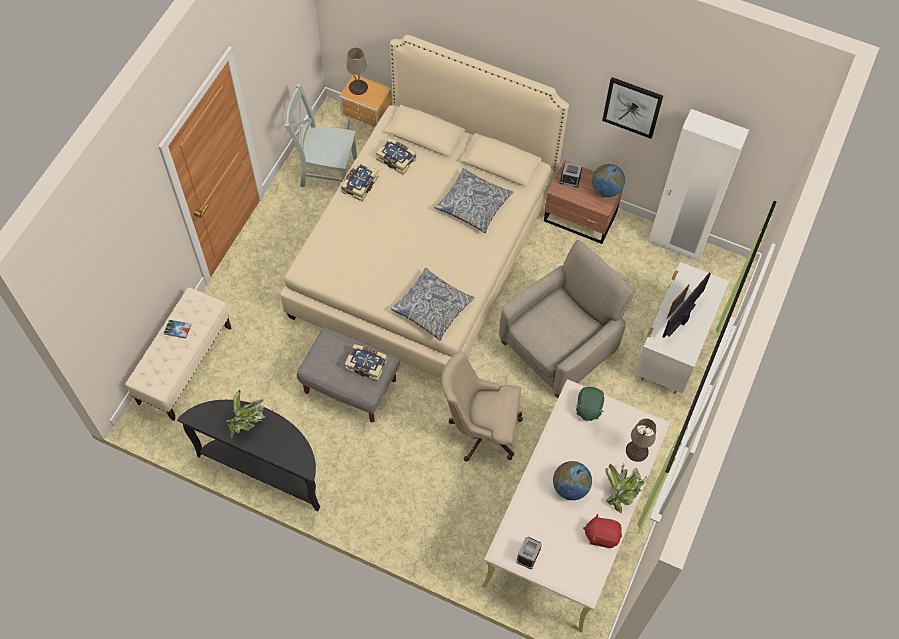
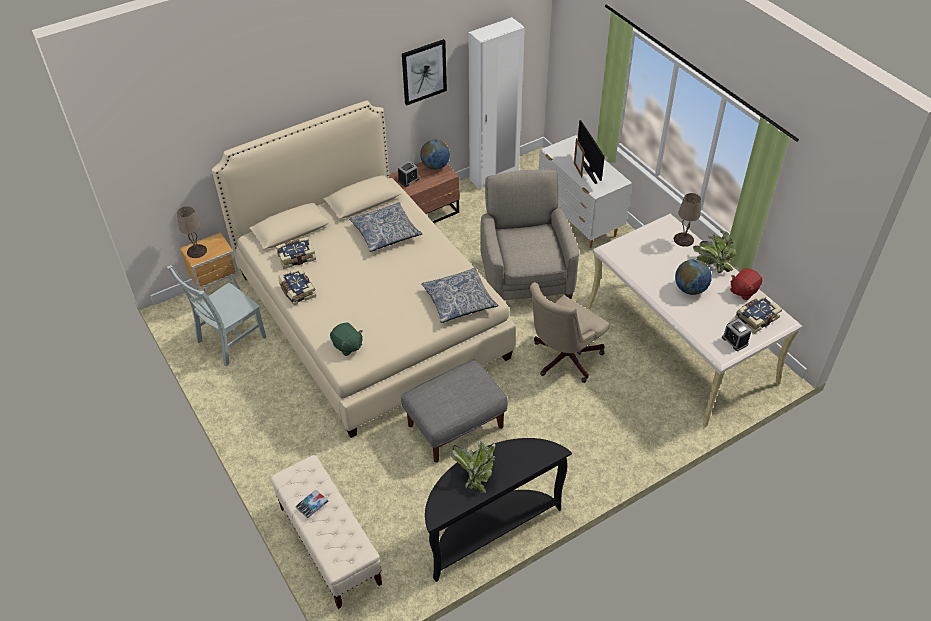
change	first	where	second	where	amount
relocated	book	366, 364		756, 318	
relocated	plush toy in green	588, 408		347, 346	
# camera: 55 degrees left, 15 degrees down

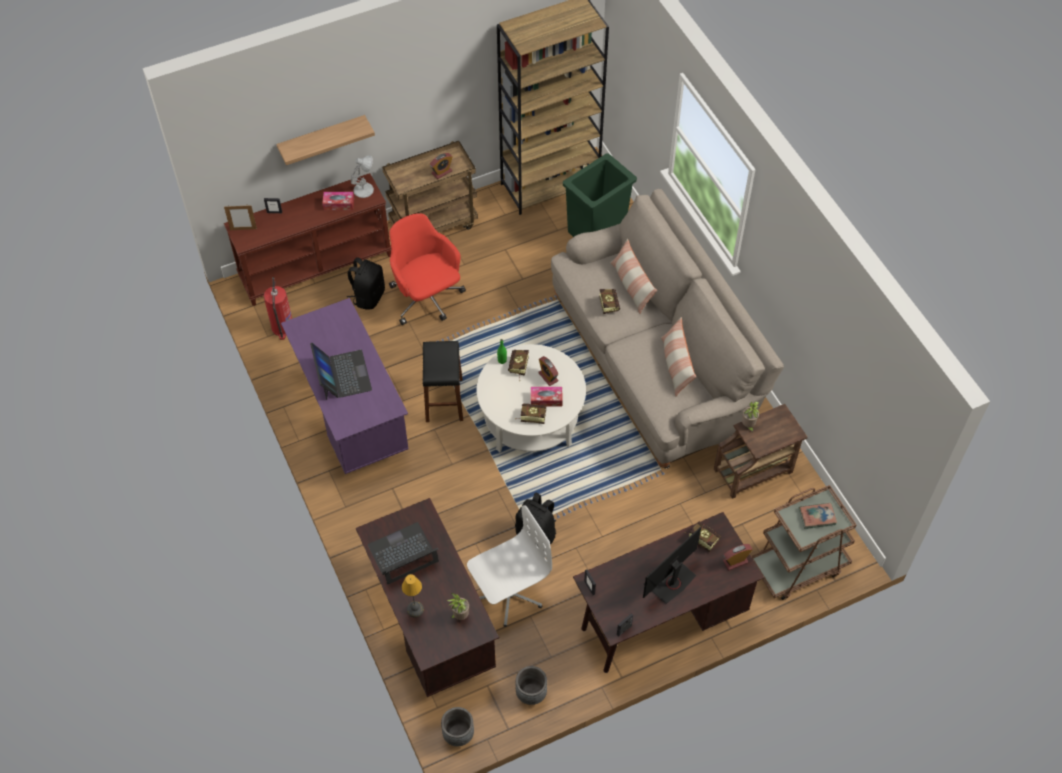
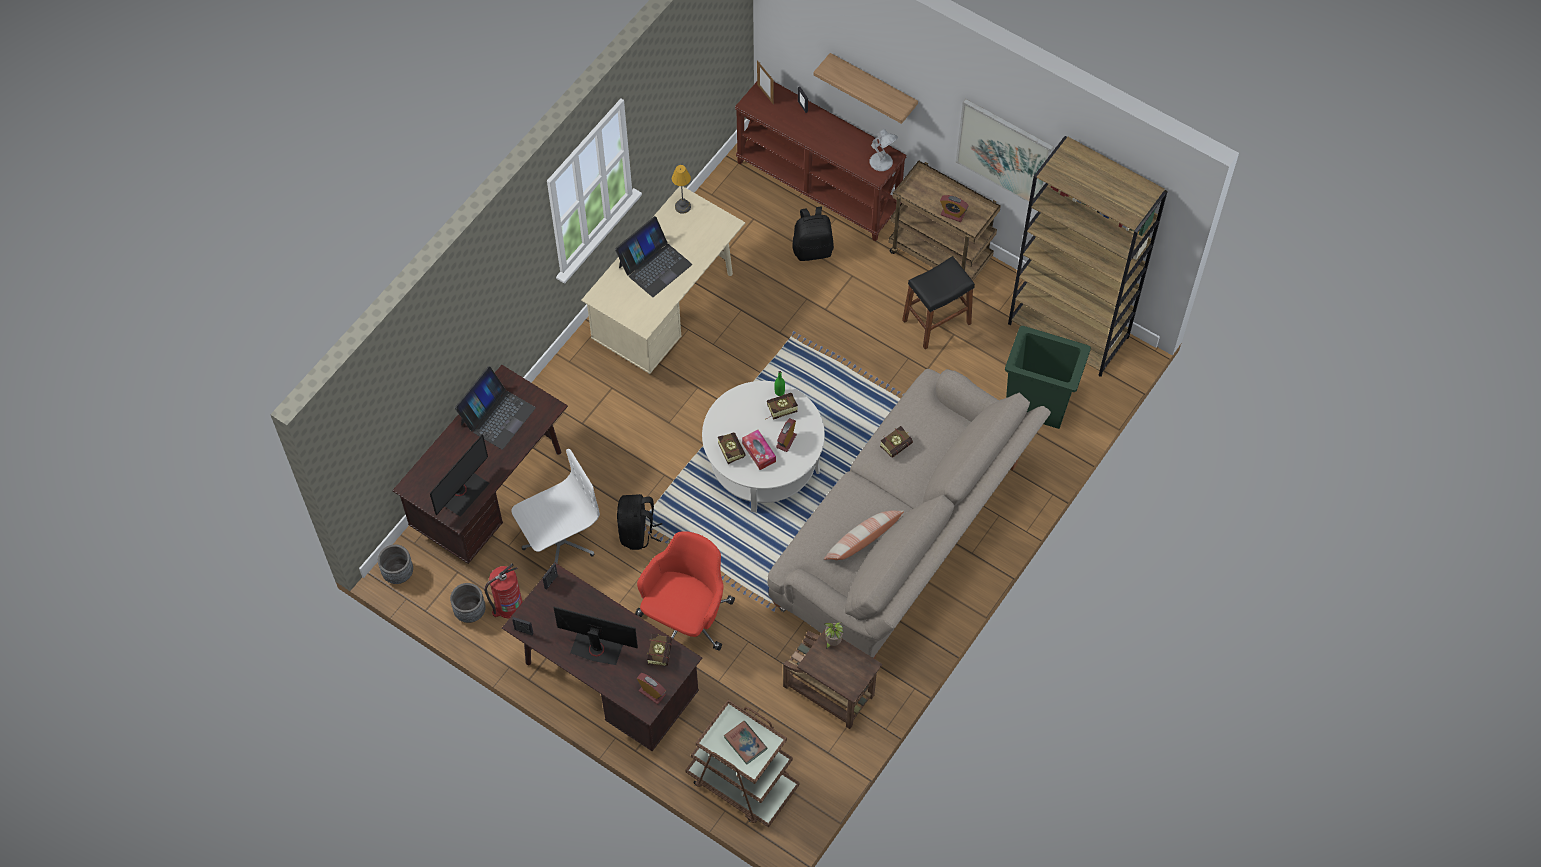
change	first	where	second	where	amount
missing	tissue holder	338, 204			
relocated	desk chair in red	426, 298		686, 618	
missing	pillow	631, 285			
relocated	extinguisher	282, 328		508, 606	
colour	desk table in purple	352, 417	desk table in beige-coloured	667, 313	
relocated	stool in black-coloured	444, 400		936, 322	
spun	desk chair in white-coloured	508, 594		559, 541	60 degrees counterclockwise
spun	portable computer	403, 554		497, 415	90 degrees clockwise
relocated	tabletop lamp	415, 609		683, 206	
exchanged	potted plant	460, 615	computer screen	462, 492	
appeared			wall art	1004, 152	
# camera: 60 degrees right, 5 degrees up

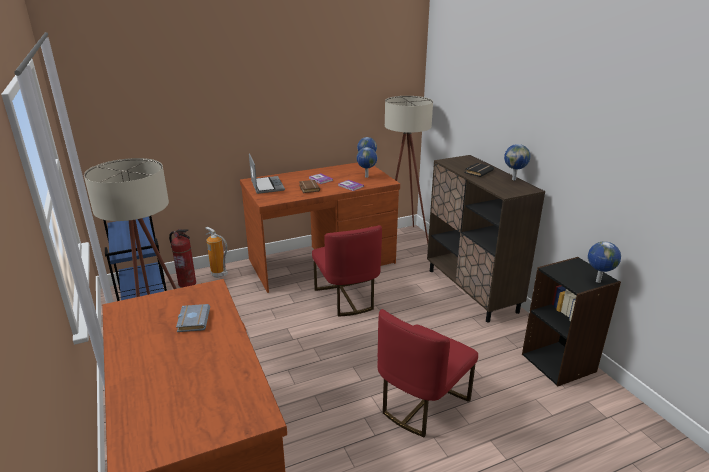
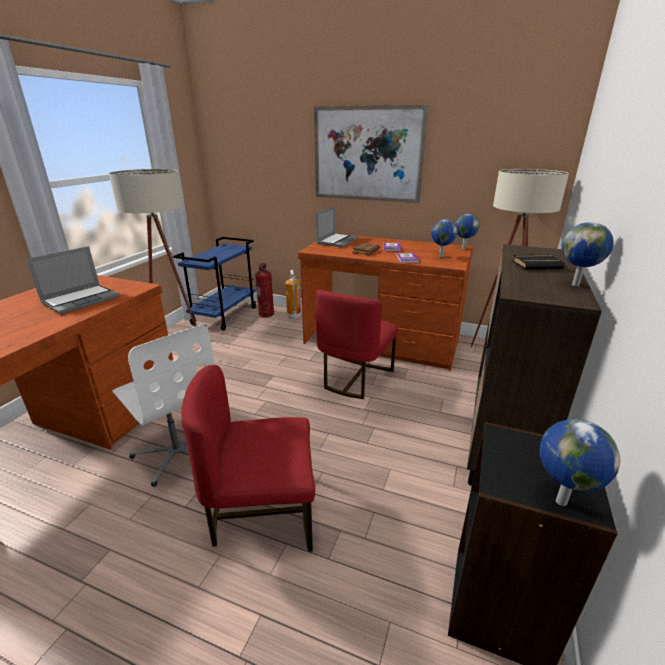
change	first	where	second	where	amount
exchanged	book in gray	192, 320	portable computer	81, 300	
appeared			wall art	367, 154	
appeared			desk chair in white-coloured	178, 452	
# camera: 45 degrees right, 0 degrees up

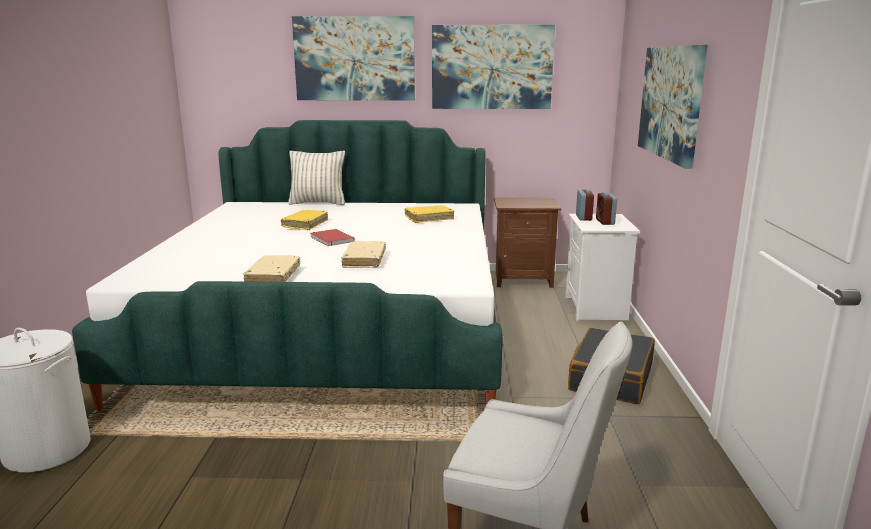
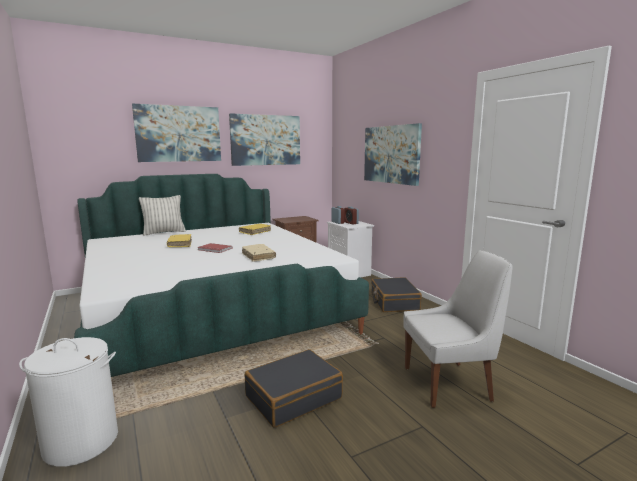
change	first	where	second	where	amount
missing	book in beige-coloured	273, 277			
appeared			travel case in black-coloured	293, 397	
# camera: 30 degrees left, 5 degrees down

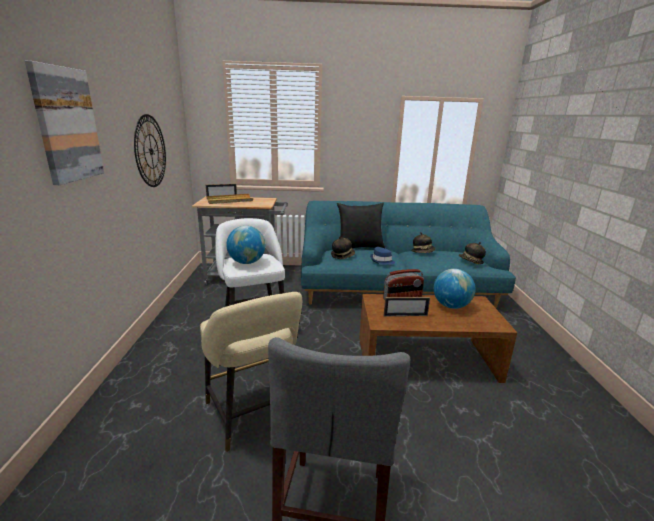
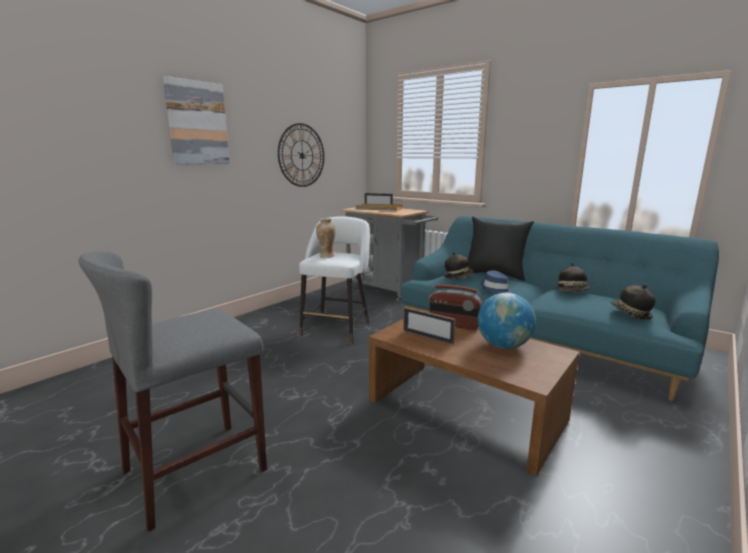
change	first	where	second	where	amount
exchanged	desk globe	247, 262	flower vase	327, 256	
missing	stool in beige-coloured	254, 416			
# camera: 40 degrees right, 5 degrees down

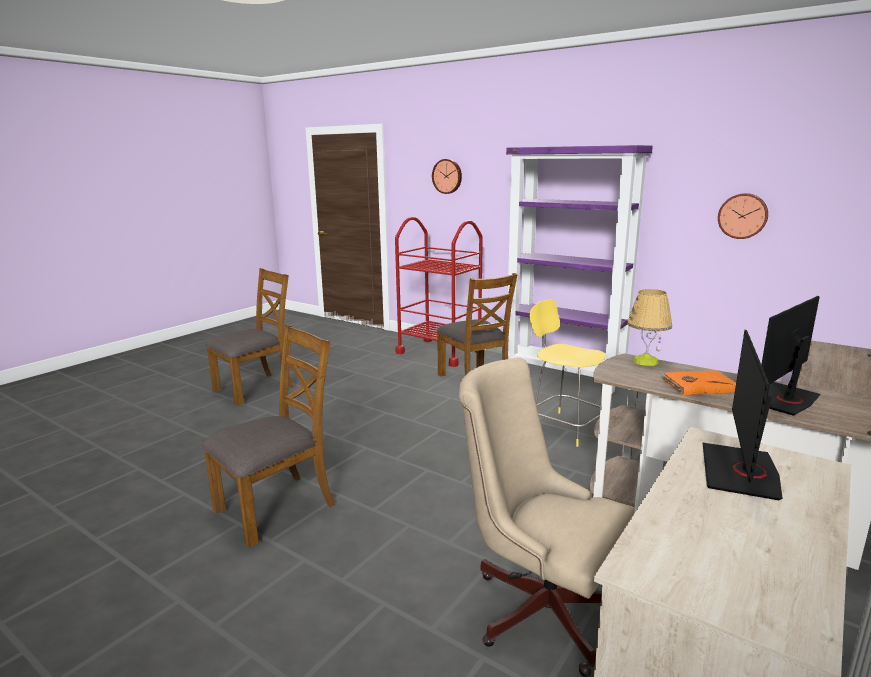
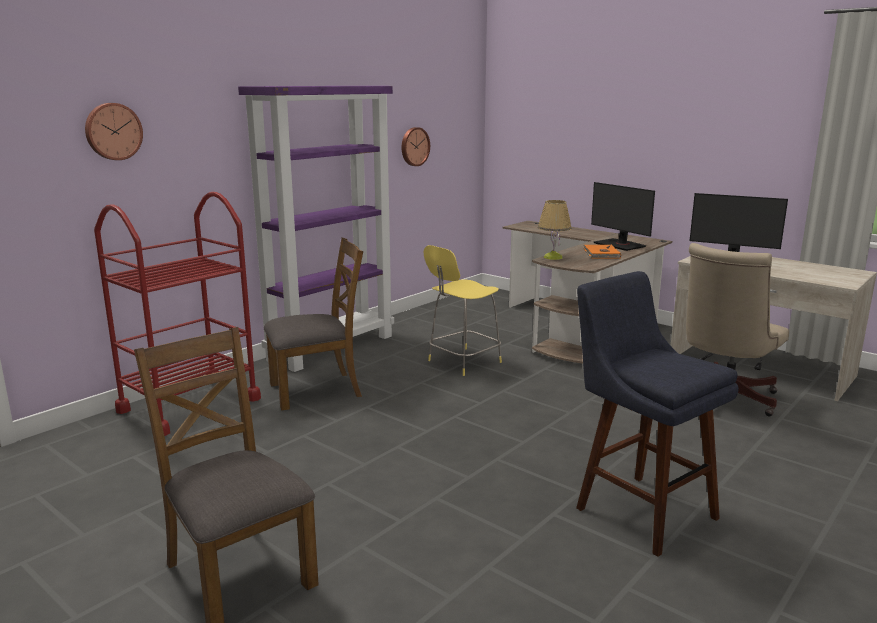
change	first	where	second	where	amount
exchanged	upright chair in brownish	276, 507	stool in blue	639, 509	
# camera: 85 degrees left, 0 degrees up

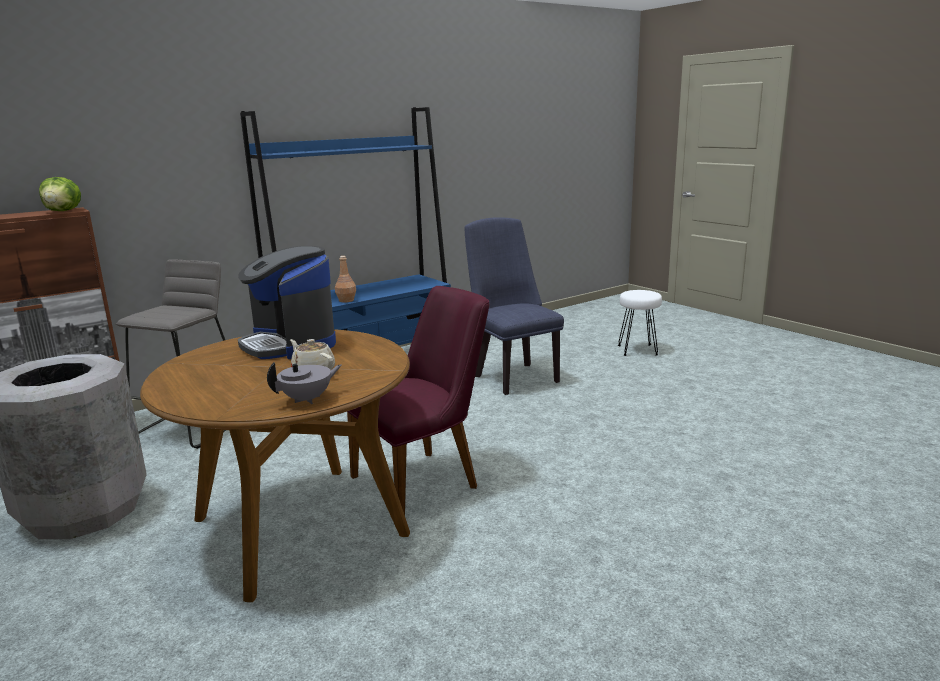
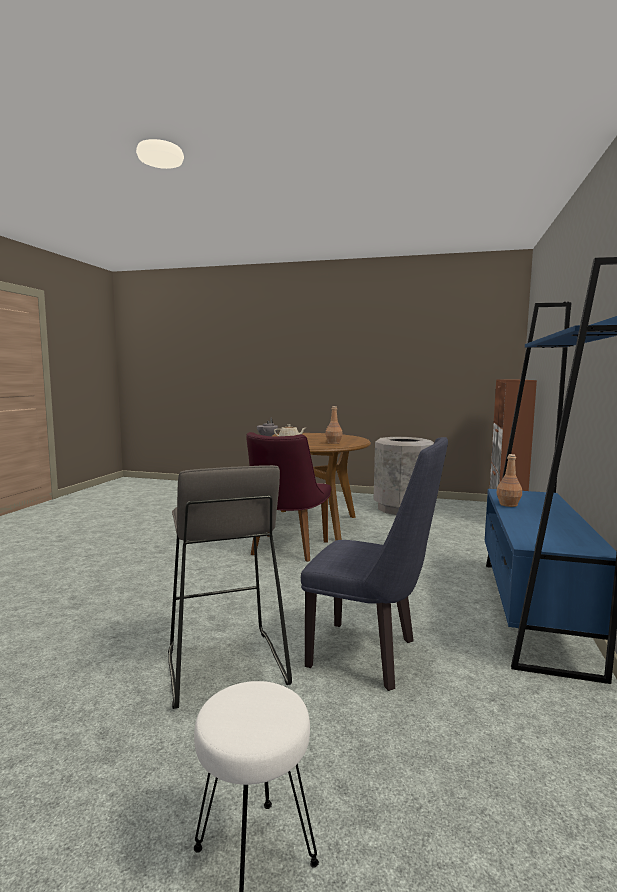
change	first	where	second	where	amount
missing	lettuce head	63, 211			
exchanged	coffee maker	289, 344	bottle in brownish	333, 443	
relocated	stool in gray	192, 427		224, 667	
# camera: 140 degrees right, 10 degrees down

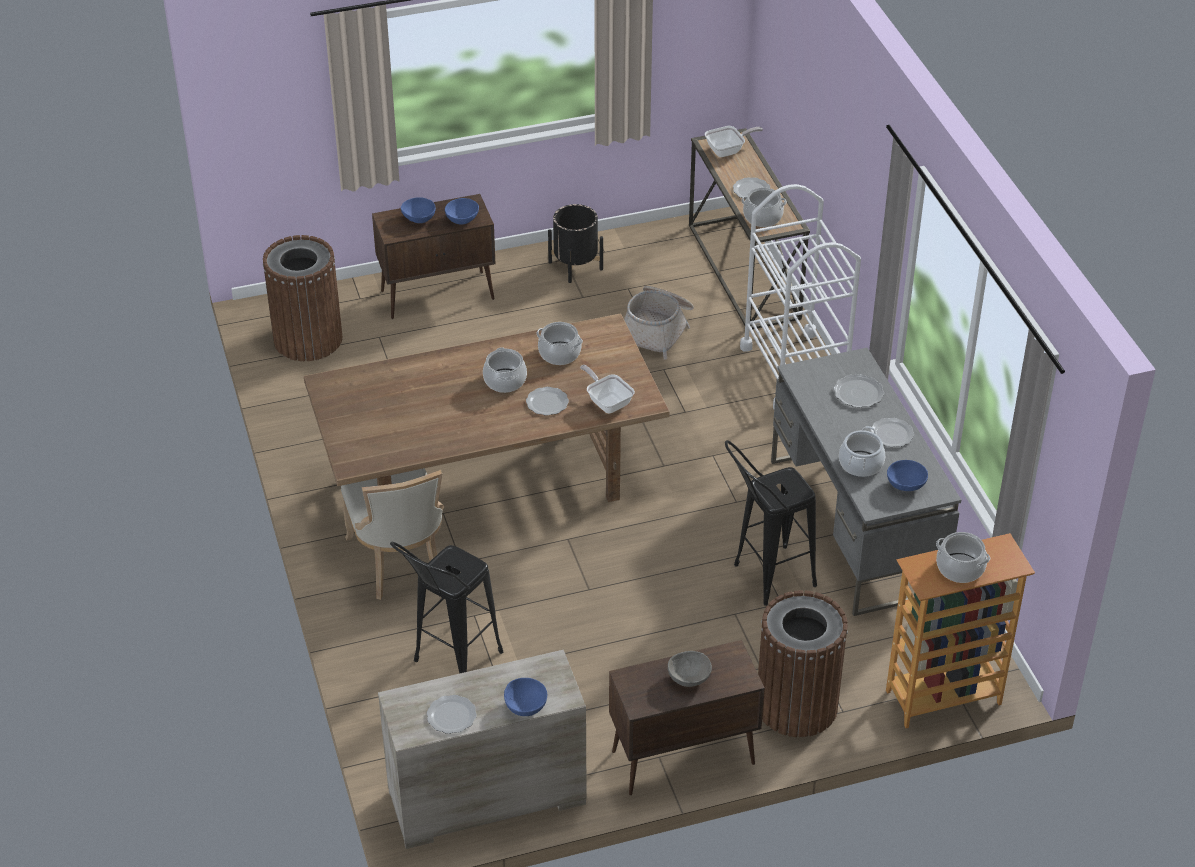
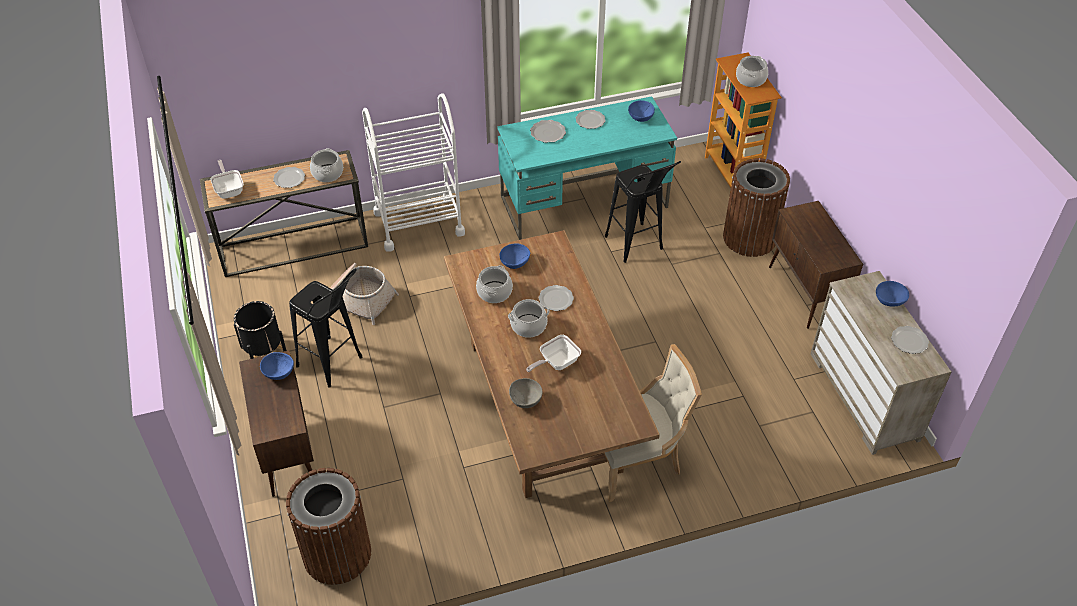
change	first	where	second	where	amount
relocated	deep dish in blue	419, 219		515, 263	
colour	desk table in gray	855, 527	desk table in turquoise	584, 202	
relocated	frying pan	607, 402		556, 363	
missing	saucepot	860, 464			
relocated	stool in black-coloured	450, 665		336, 366	
relocated	deep dish in gray	688, 678		525, 400	
# camera: 90 degrees left, 5 degrees up

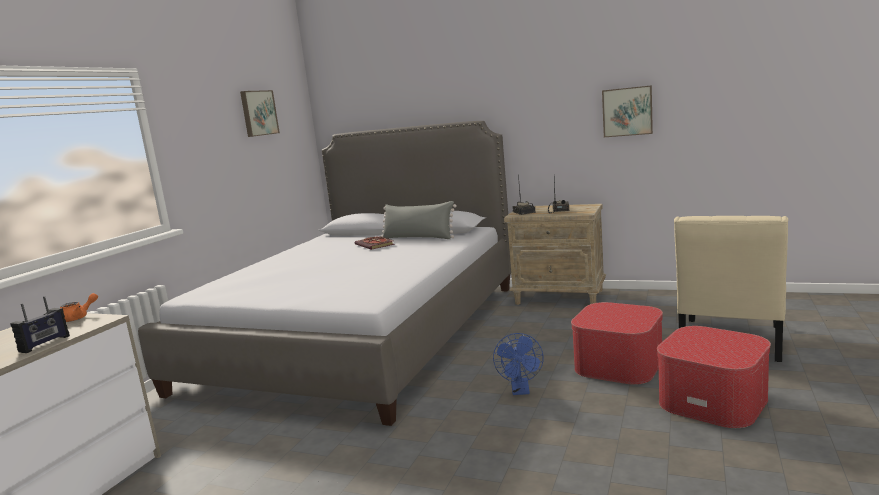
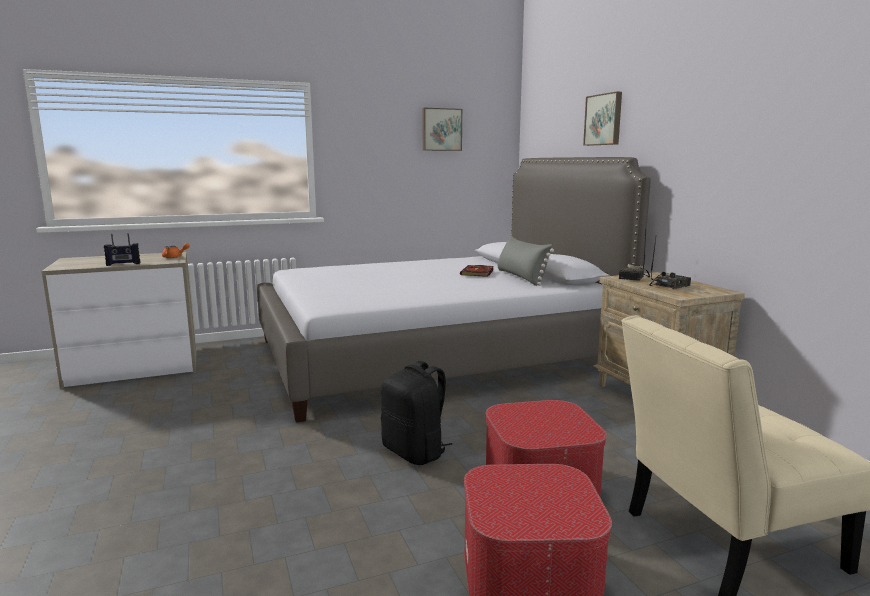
change	first	where	second	where	amount
relocated	wall art	627, 111		604, 119	
exchanged	cooling fan in blue	521, 391	rucksack in black-coloured	415, 452	
# camera: 45 degrees right, 0 degrees up

